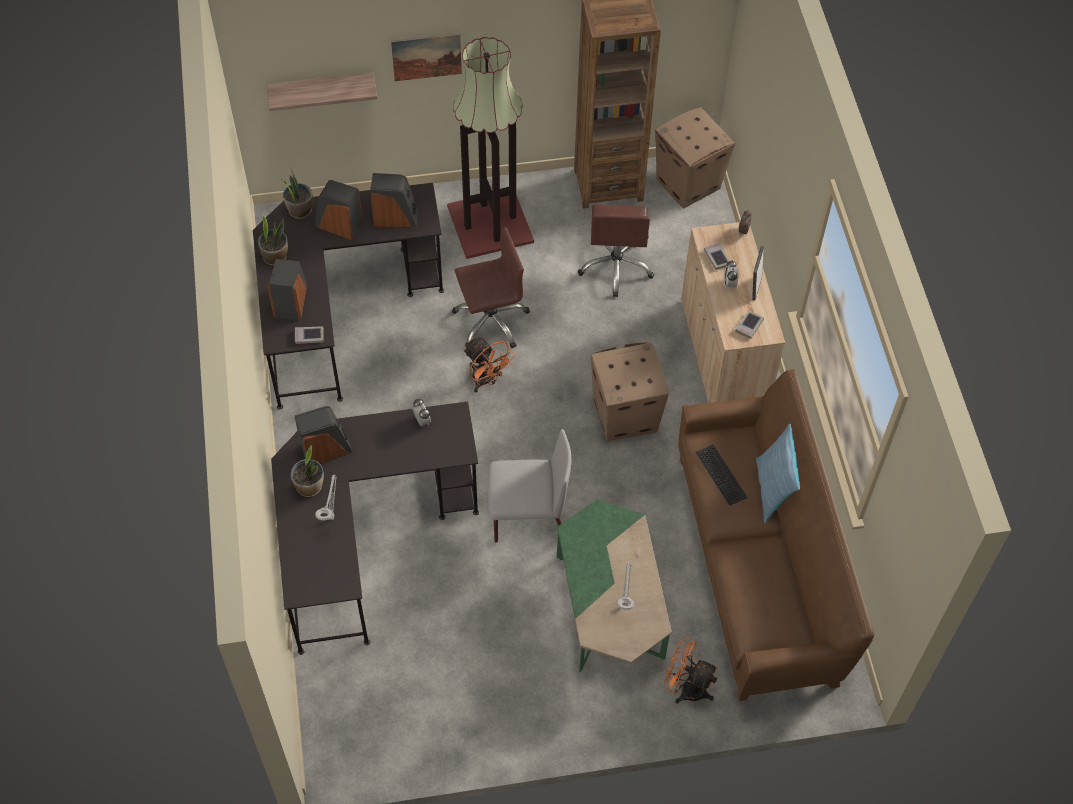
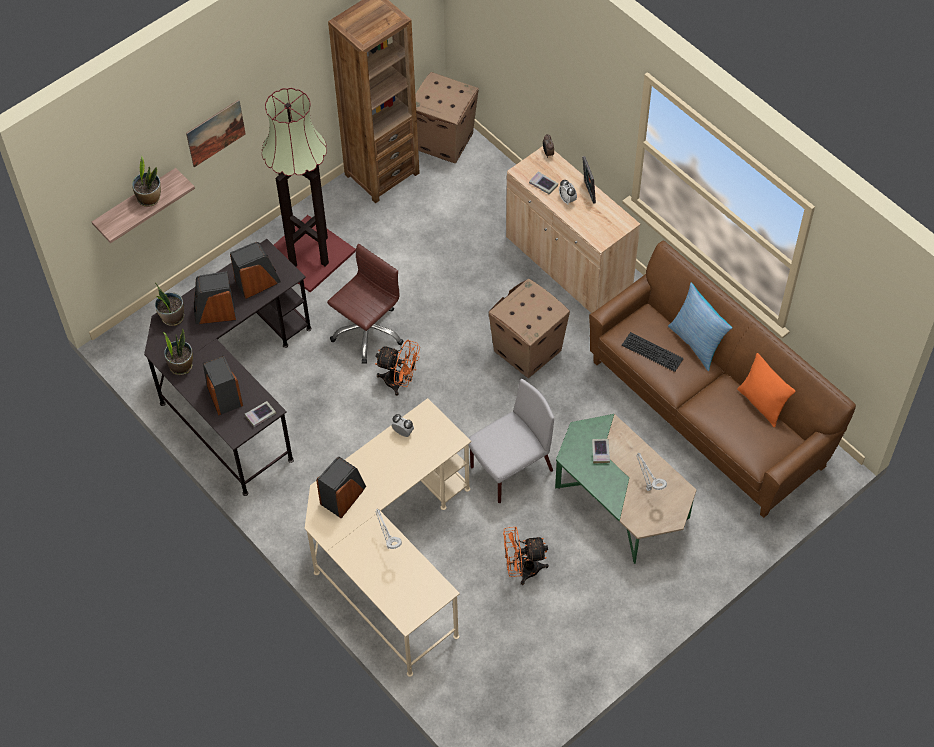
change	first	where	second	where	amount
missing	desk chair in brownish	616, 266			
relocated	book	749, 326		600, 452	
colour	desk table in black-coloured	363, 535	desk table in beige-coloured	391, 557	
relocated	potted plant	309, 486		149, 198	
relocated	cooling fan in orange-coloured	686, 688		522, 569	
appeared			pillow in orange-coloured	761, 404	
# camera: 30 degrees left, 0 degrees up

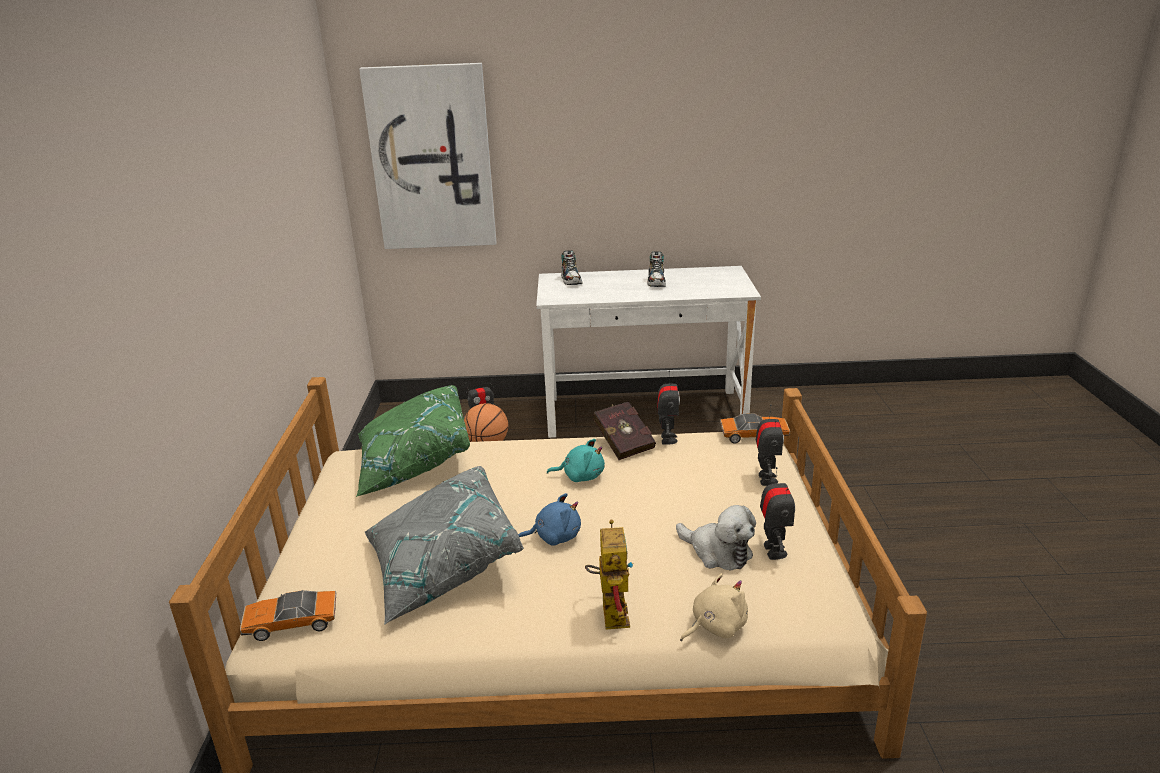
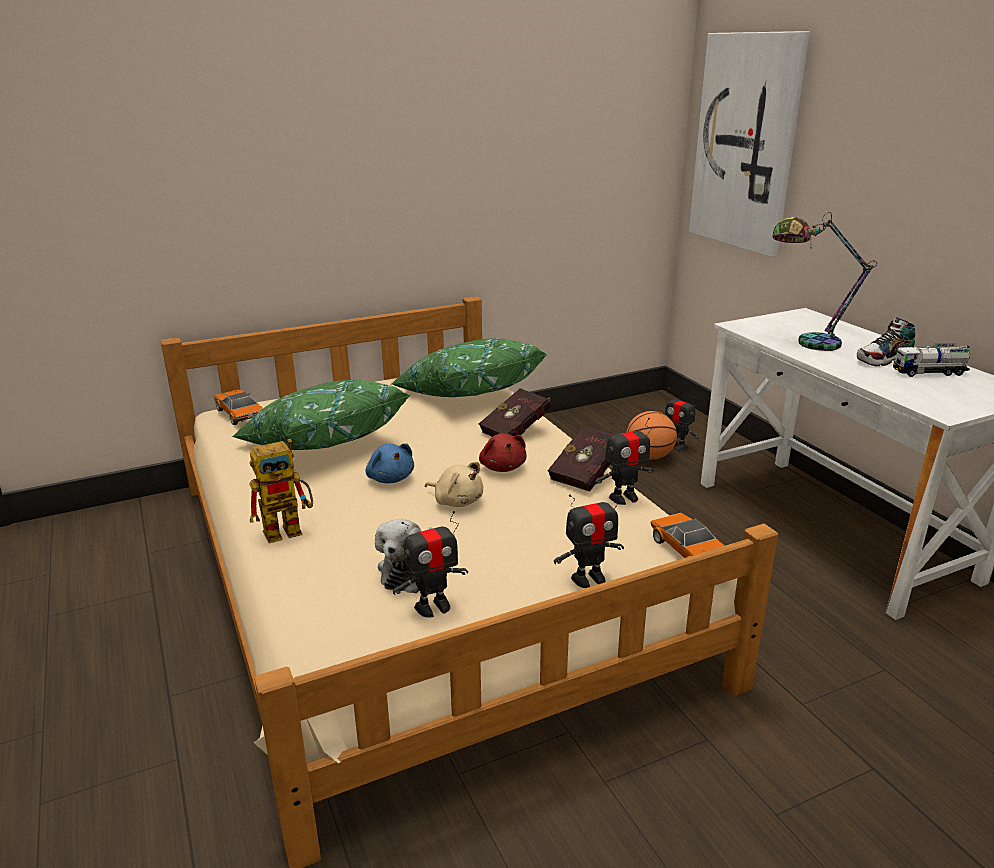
change	first	where	second	where	amount
missing	item of footwear	571, 280			
colour	plush toy in turquoise	580, 476	plush toy in red	502, 467	
colour	pillow in gray	441, 568	pillow in green	322, 443	
relocated	plush toy in beige-coloured	715, 626		457, 501	
appeared			tabletop lamp	806, 342	
appeared			toy lorry	929, 372	
appeared			book in red	518, 431	
# camera: 65 degrees right, 0 degrees up

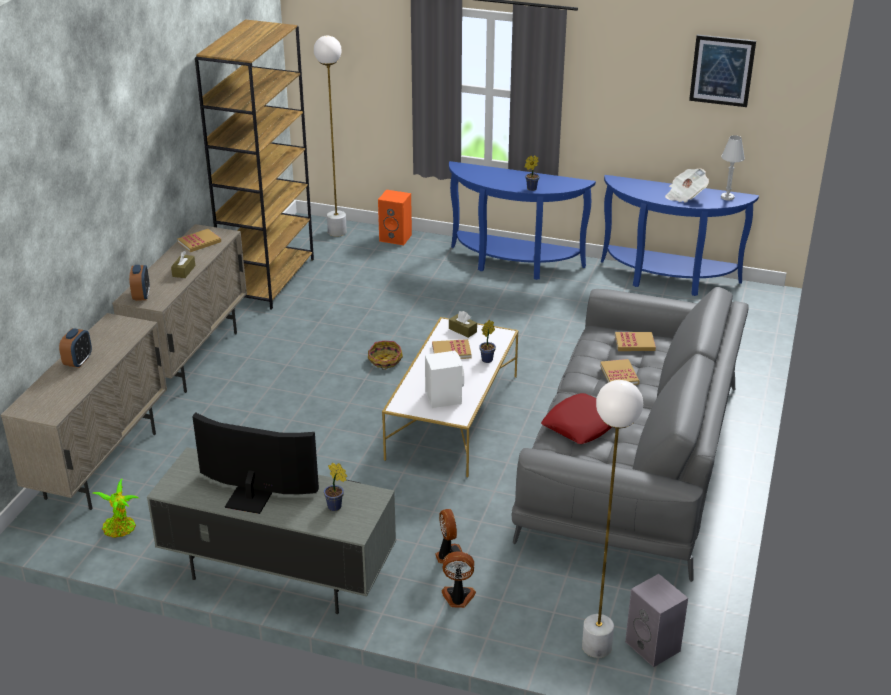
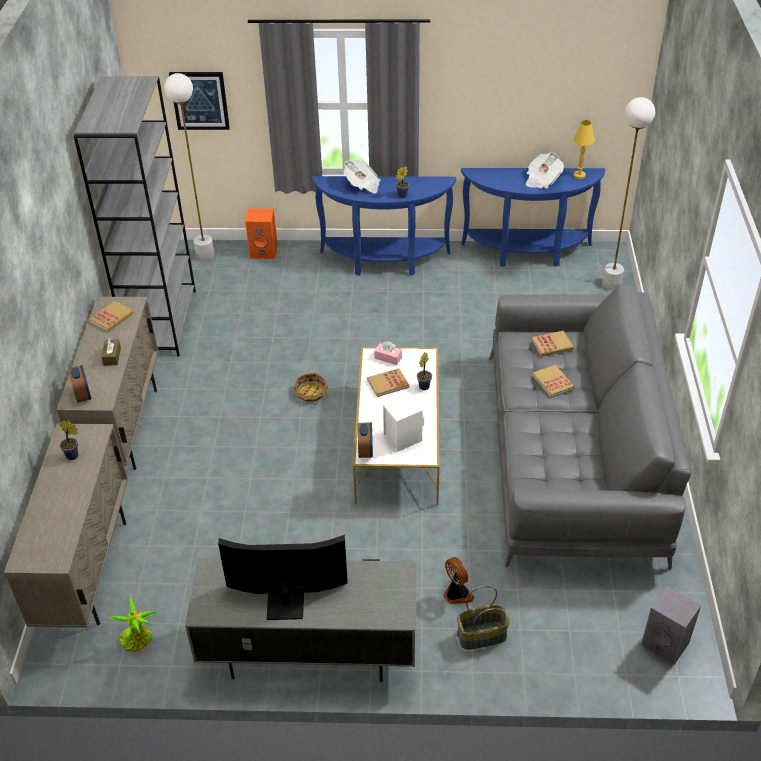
change	first	where	second	where	amount
colour	bookshelf in brownish	269, 279	bookshelf in gray	161, 322	
relocated	wall art	722, 70		200, 100	
colour	tabletop lamp in white-coloured	727, 197	tabletop lamp in yellow	579, 175	
colour	tissue holder in brownish	462, 330	tissue holder in pinkish	388, 358	
relocated	table clock	78, 362		365, 451	
relocated	floor lamp in white-coloured	596, 646		611, 284	
missing	pillow in red	581, 425			
relocated	potted plant	336, 507		74, 456	
exchanged	cooling fan	458, 598	storage basket	481, 636	
appeared			newspaper	362, 185	
# camera: 15 degrees left, 10 degrees up

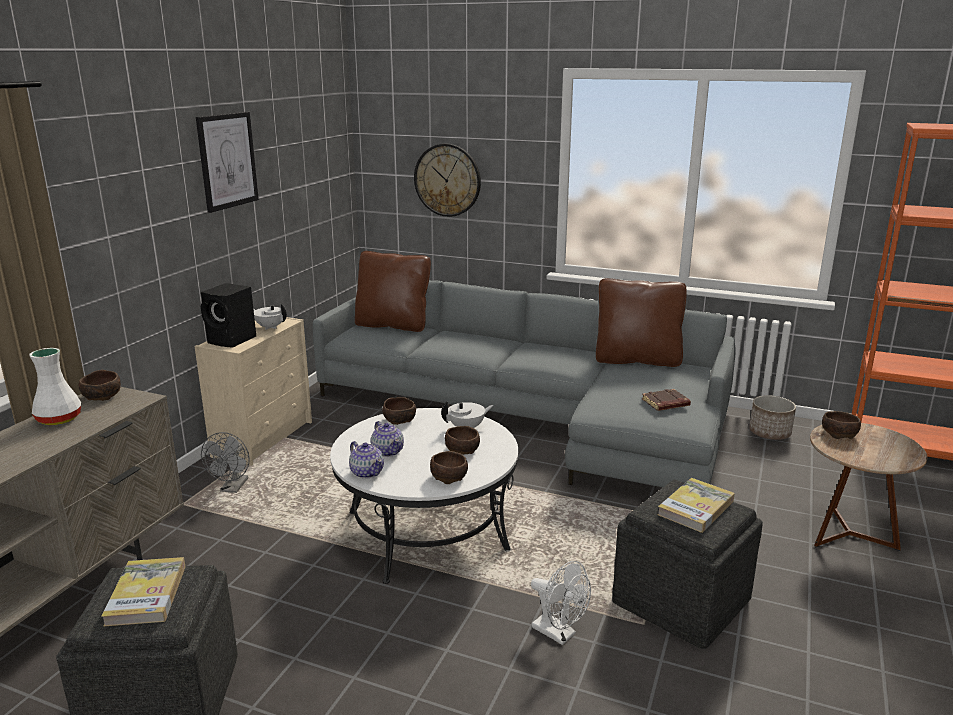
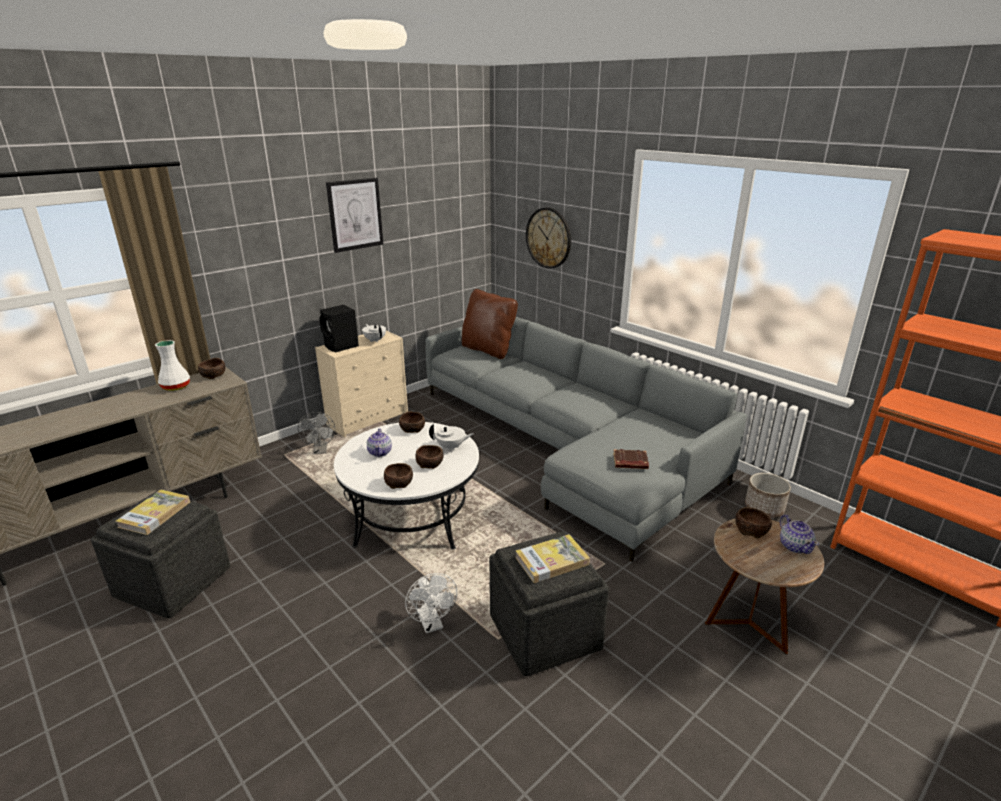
change	first	where	second	where	amount
missing	pillow in brownish	637, 360			
spun	cooling fan in gray	232, 488		320, 451	45 degrees counterclockwise
relocated	tea pot	367, 472		795, 546	
# camera: 25 degrees right, 5 degrees up

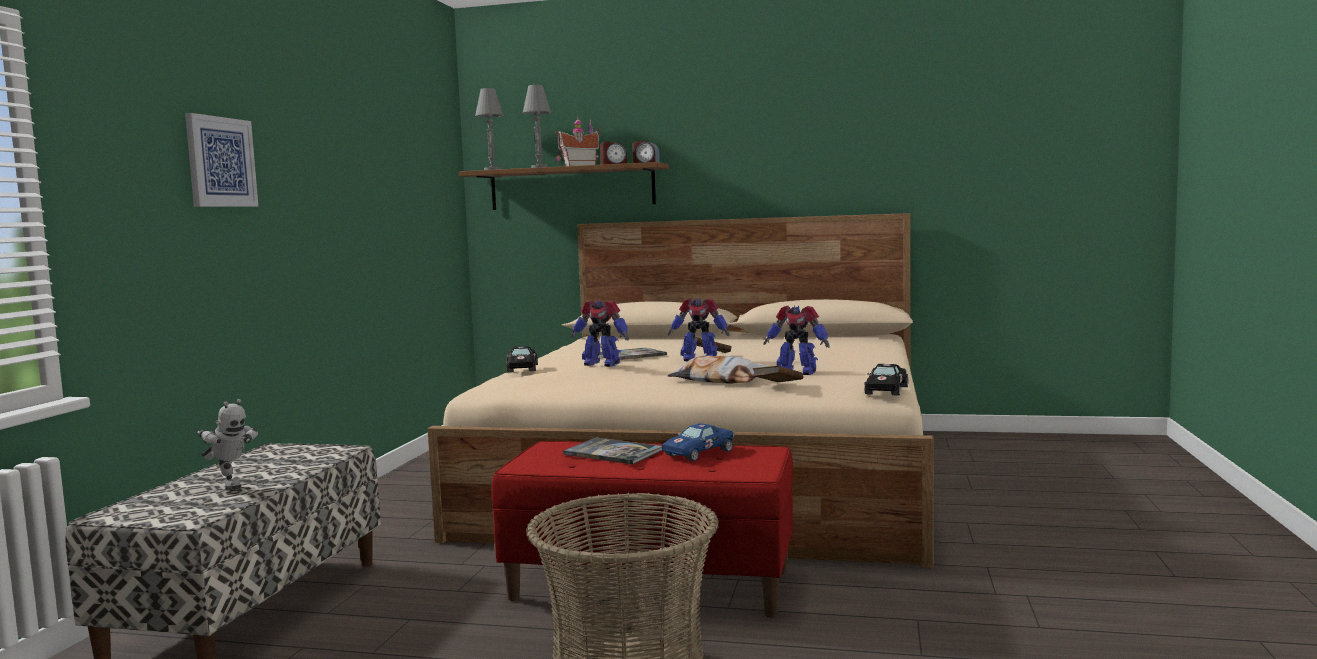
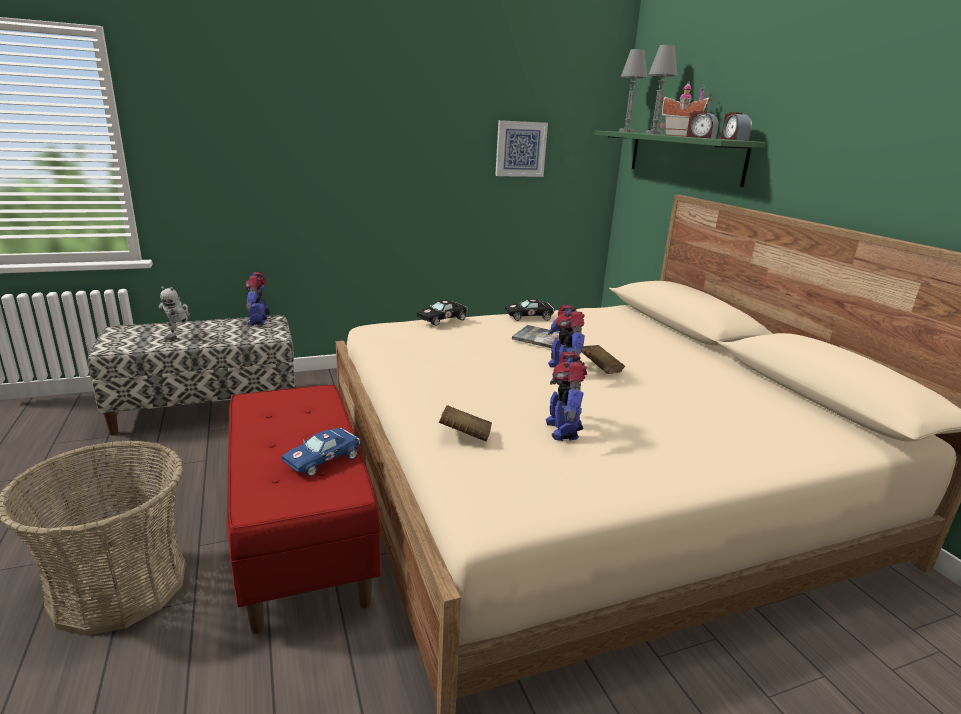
change	first	where	second	where	amount
relocated	wall art	220, 162		520, 149	
colour	shelf in brownish	572, 187	shelf in green	684, 156	
relocated	model robot	601, 364		259, 321	
missing	pillow	719, 380			
relocated	toy car in black-coloured	886, 390		530, 317	
spun	toy car in blue	700, 452		325, 459	60 degrees counterclockwise
missing	book	613, 453			
# camera: 55 degrees right, 15 degrees up

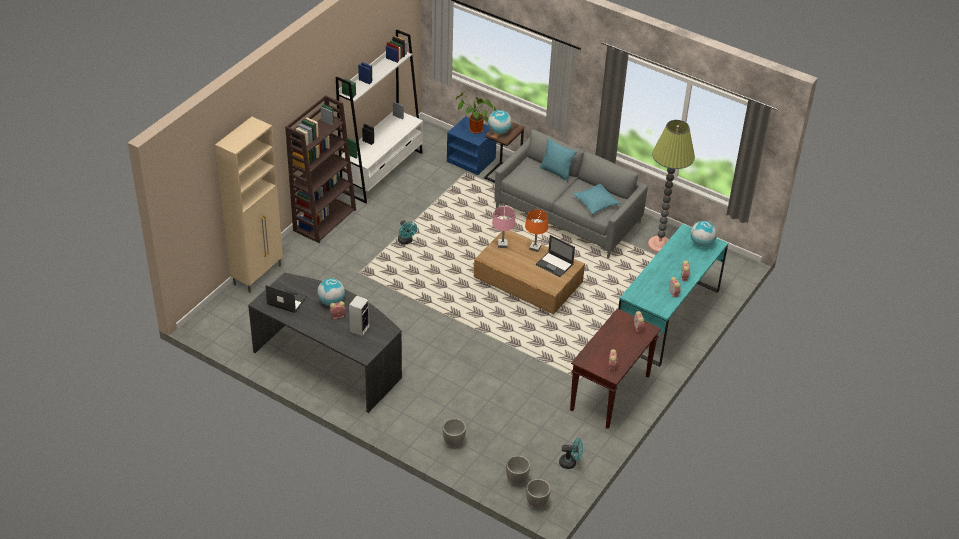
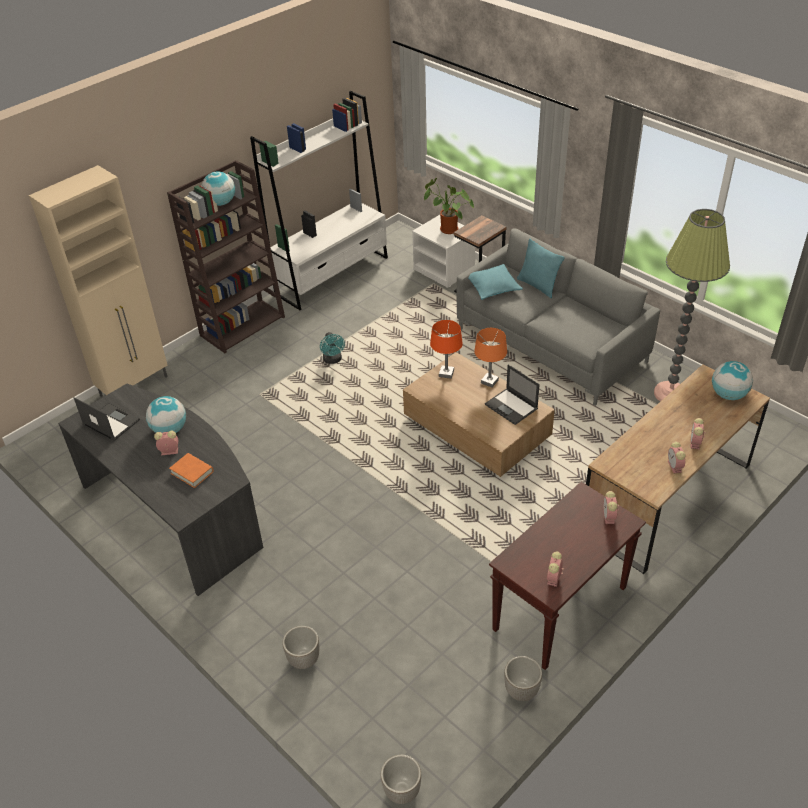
change	first	where	second	where	amount
relocated	desk globe	499, 131		221, 203	
colour	night table in blue	471, 160	night table in white-coloured	445, 270	
relocated	pillow in turquoise	596, 202		492, 287	
colour	tabletop lamp in pinkish	502, 244	tabletop lamp in orange-coloured	446, 373	
colour	desk table in turquoise	667, 317	desk table in brownish	666, 497	
exchanged	speaker	359, 328	book in orange-coloured	192, 472	
missing	cooling fan in turquoise	570, 462			
relocated	plant pot	517, 479		521, 691	
# camera: 15 degrees right, 0 degrees up

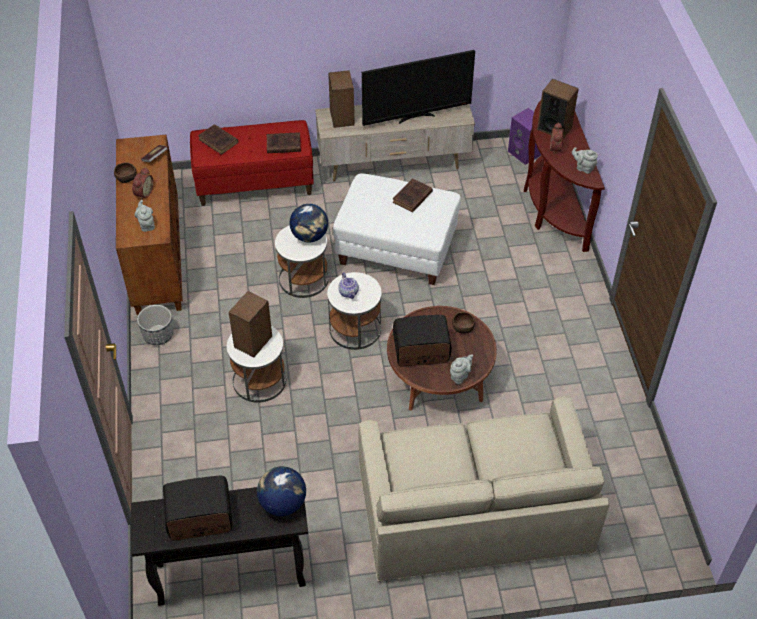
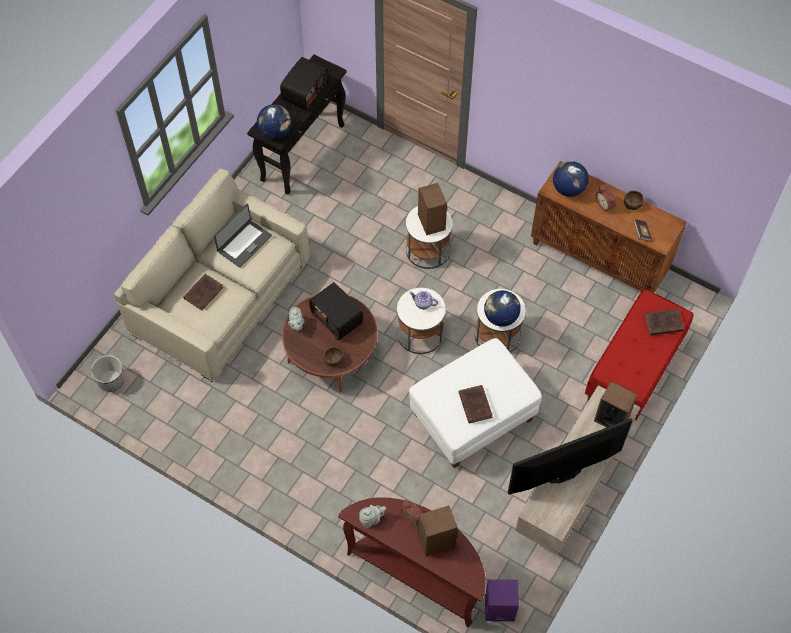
change	first	where	second	where	amount
spun	TV	416, 117		565, 476	45 degrees clockwise
relocated	book in brownish	282, 145		204, 292	
exchanged	tea pot in gray	146, 225	desk globe	568, 189	
relocated	plant pot	158, 335		111, 380	
spun	radio set	420, 351		338, 318	105 degrees clockwise
appeared			portable computer	244, 243	
# camera: 130 degrees right, 10 degrees up

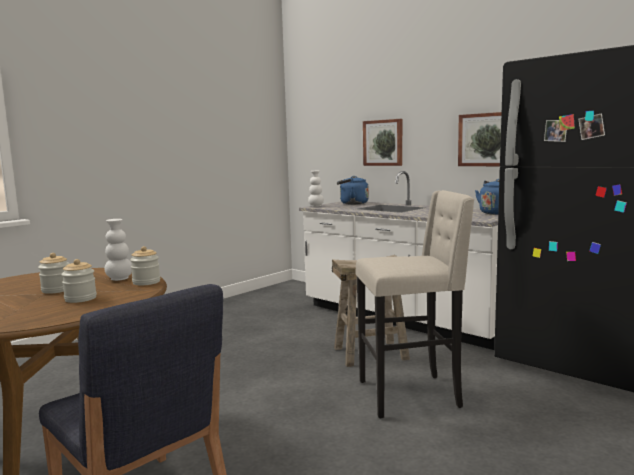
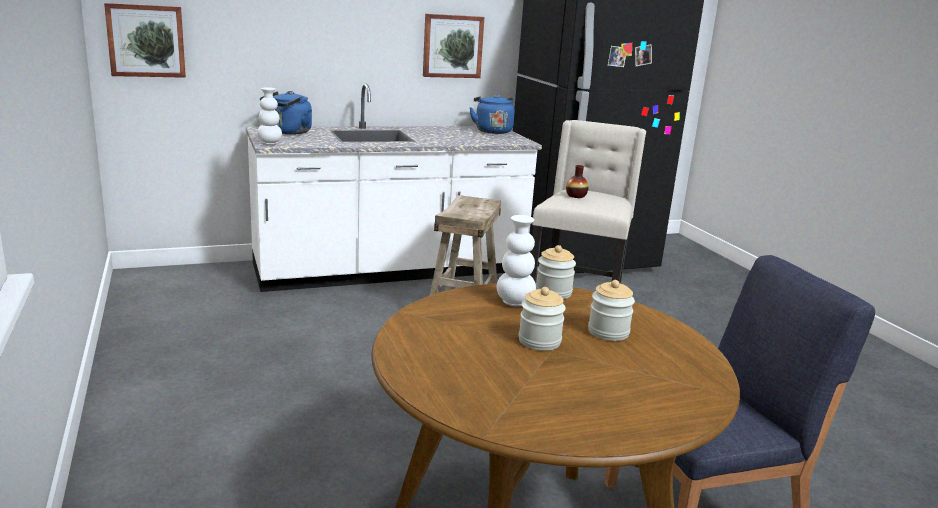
change	first	where	second	where	amount
relocated	wall art	383, 142		146, 40	
appeared			flower vase	576, 196	
# camera: 65 degrees left, 10 degrees up

